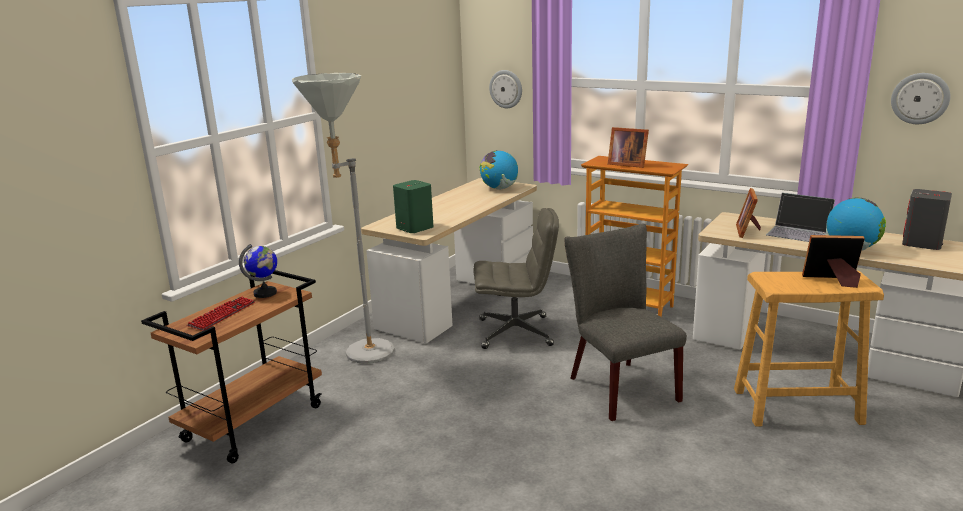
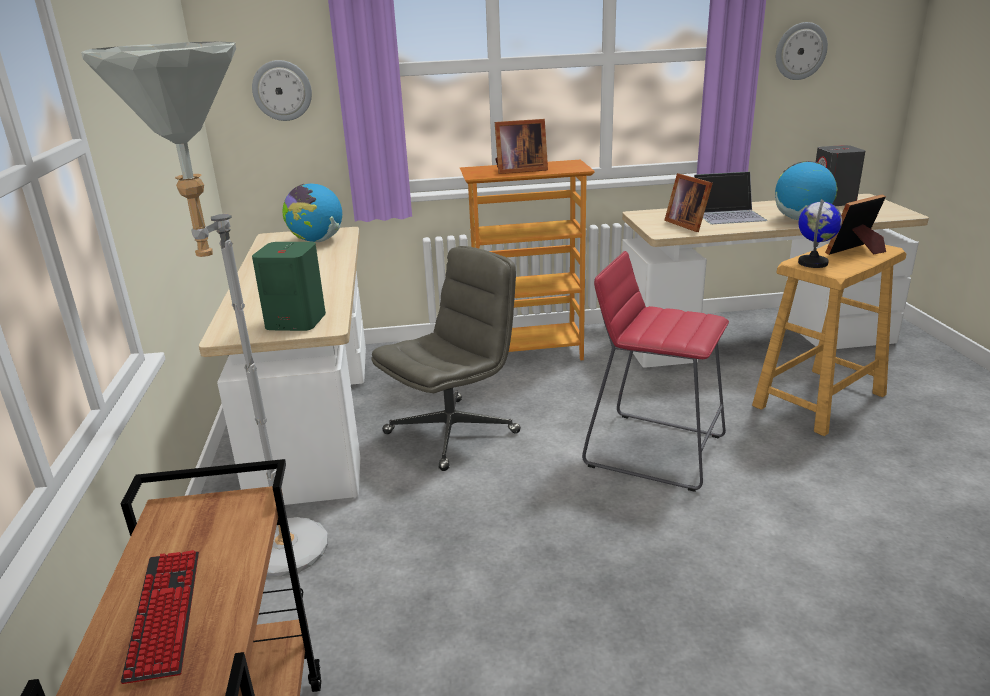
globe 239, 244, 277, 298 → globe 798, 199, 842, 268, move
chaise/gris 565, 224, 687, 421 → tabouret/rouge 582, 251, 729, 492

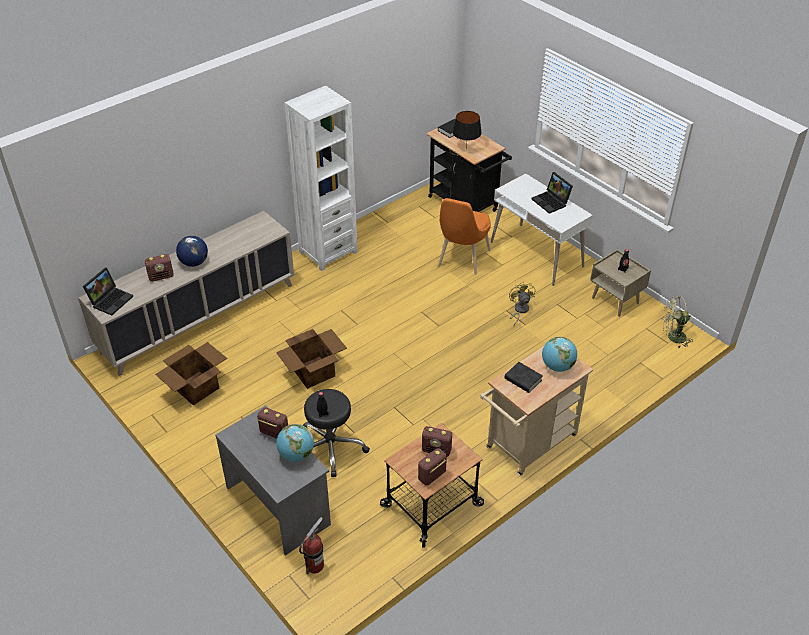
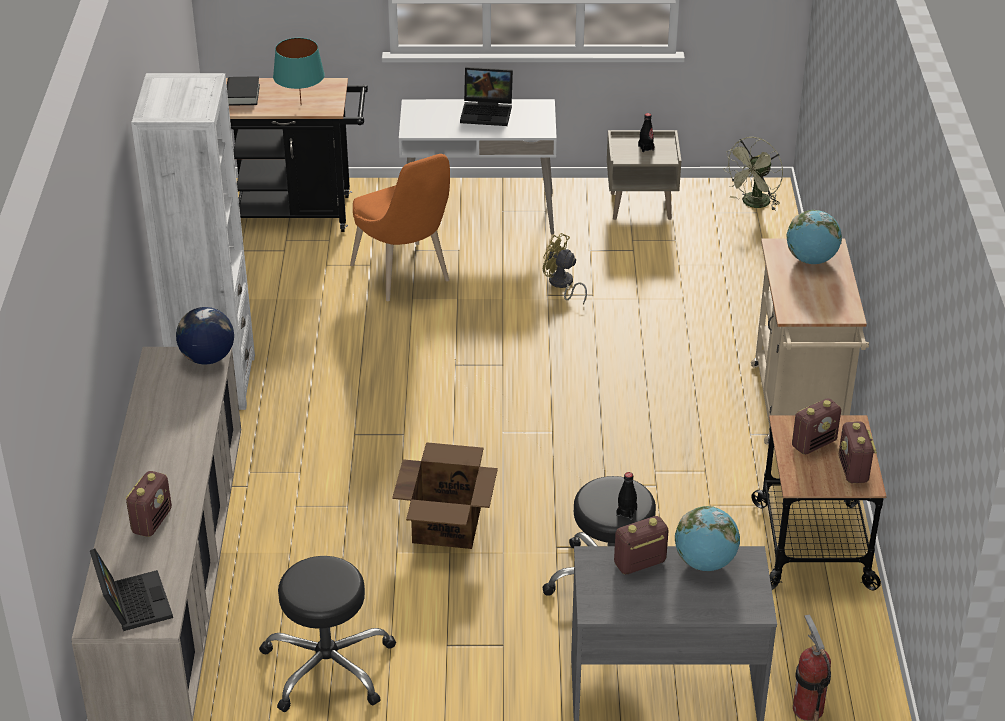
carton 155, 342, 227, 405 → tabouret/noir 259, 556, 396, 712
globe 176, 236, 208, 267 → globe 176, 307, 234, 364, move
lampe de table/noir 453, 111, 482, 149 → lampe de table/turquoise 273, 38, 325, 105
livre/noir 505, 362, 543, 393 → -

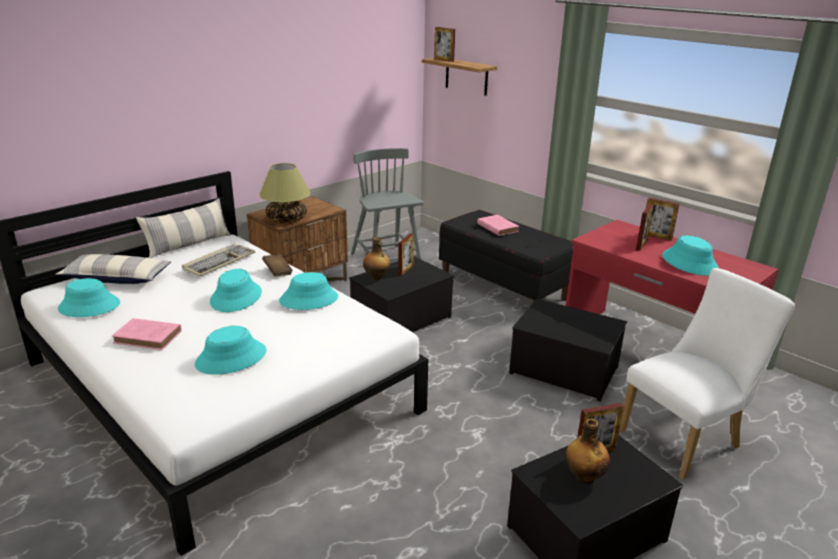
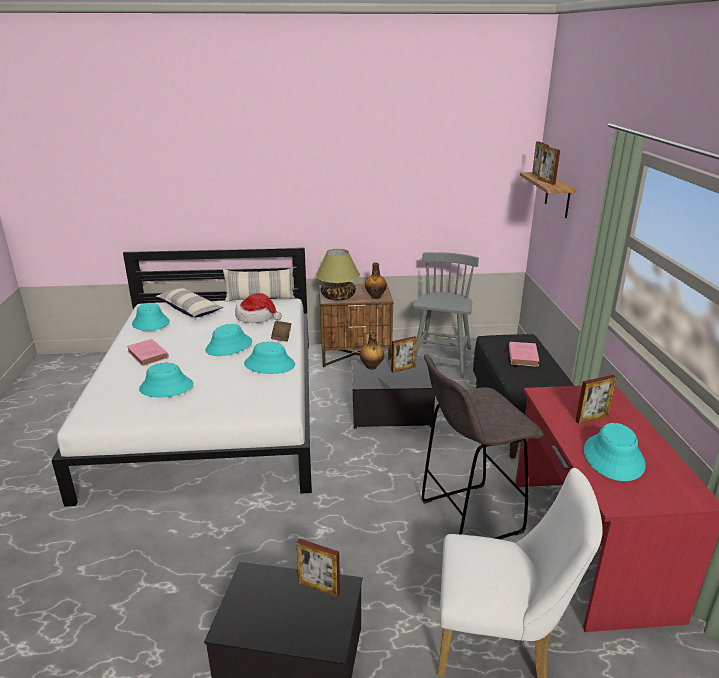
clavier 182, 243, 256, 277 → chapeau 235, 293, 282, 323
boîte de rangement 509, 299, 627, 402 → tabouret/gris 421, 354, 544, 539
bouteille 565, 418, 610, 484 → bouteille 365, 262, 387, 299, move
cadre photo 646, 198, 679, 241 → cadre photo 538, 146, 560, 185, move

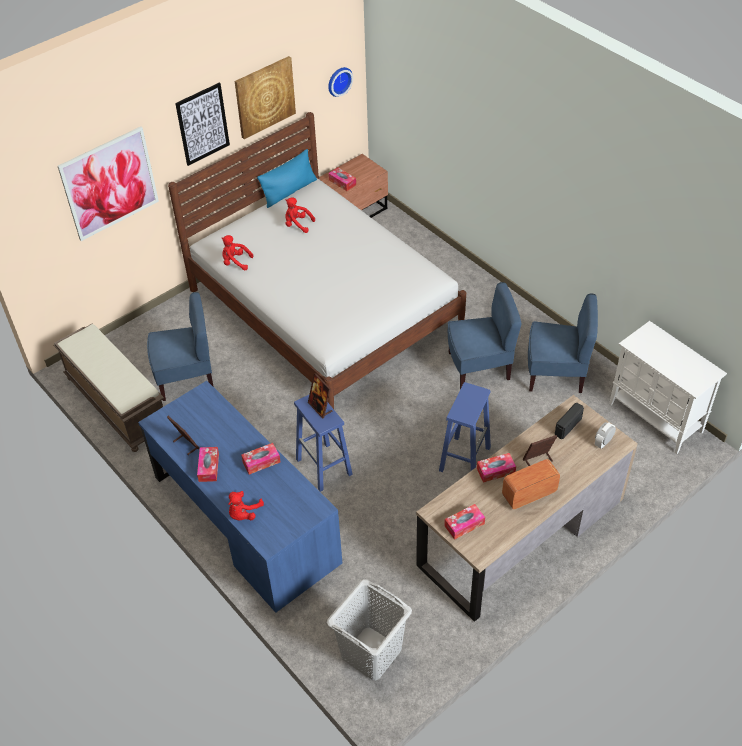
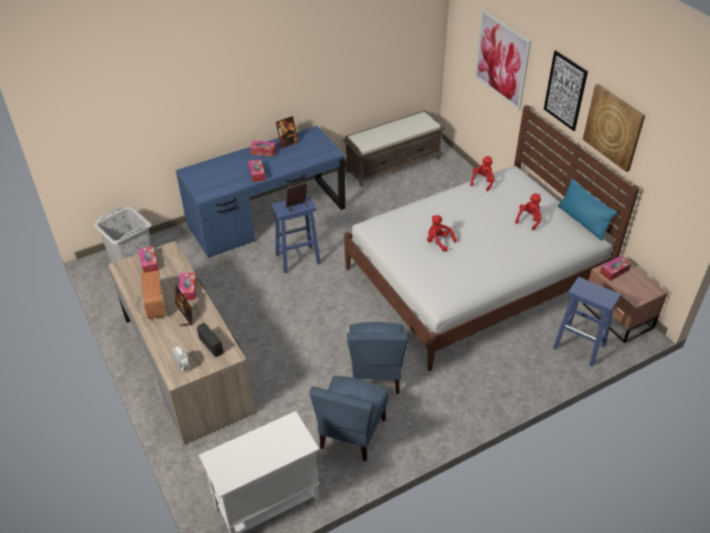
chaise/bleu 147, 292, 214, 401 → -
peluche/rouge 228, 491, 264, 520 → peluche/rouge 427, 215, 457, 252, move
horloge murale 328, 67, 353, 97 → -
tabouret/bleu 439, 382, 491, 472 → tabouret/bleu 553, 277, 621, 367, move

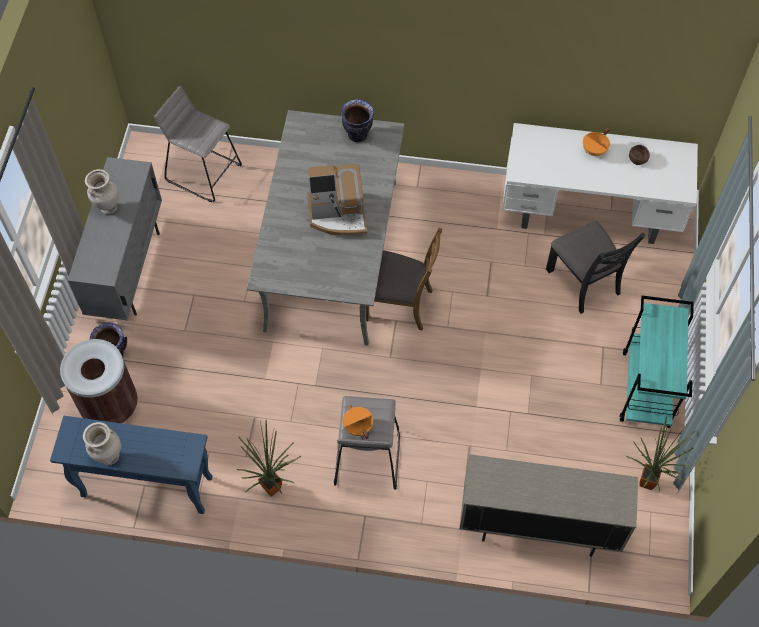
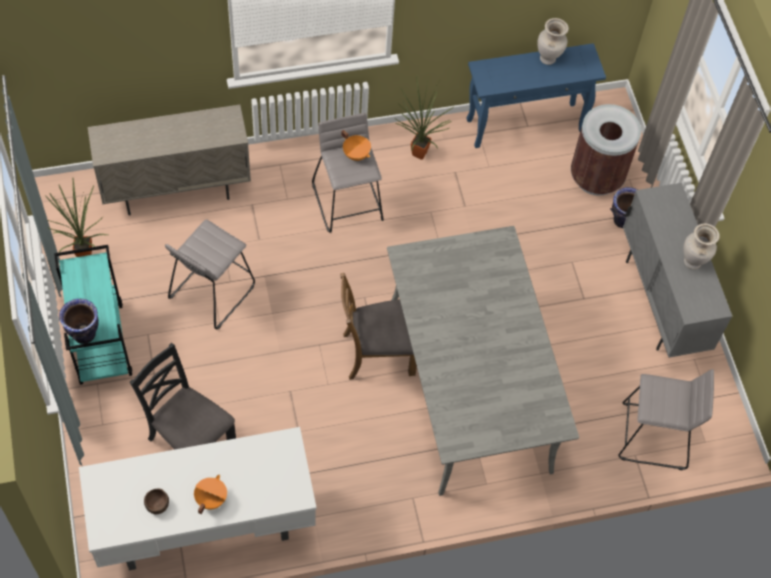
machine à café 307, 164, 367, 235 → -
vase 341, 99, 374, 142 → vase 59, 299, 99, 344, move
- → tabouret/gris 165, 219, 255, 329

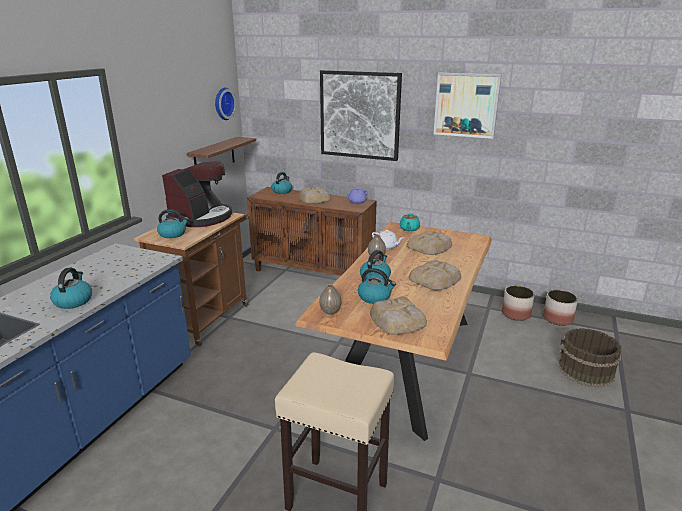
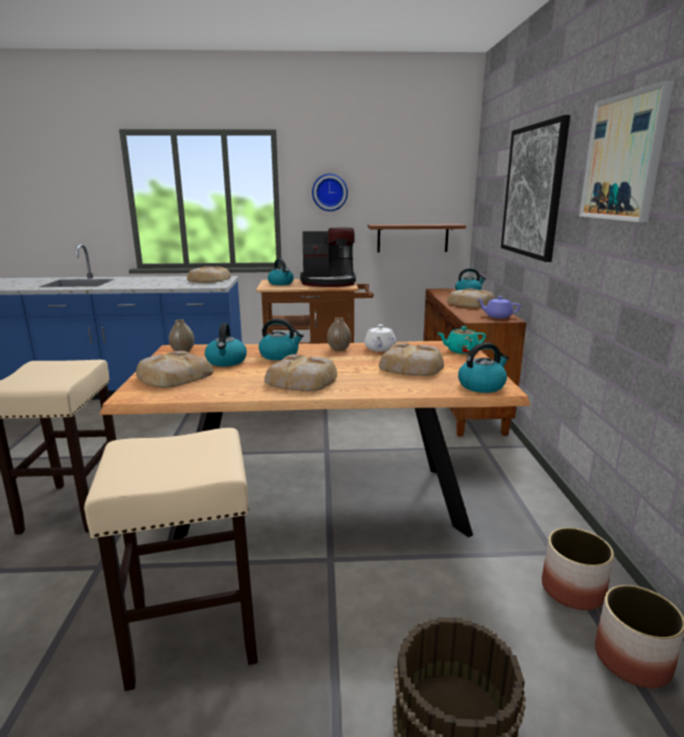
bouilloire 50, 268, 92, 309 → bouilloire 458, 342, 509, 393, move
horloge murale 215, 87, 236, 120 → horloge murale 312, 174, 348, 211, move
- → tabouret/beige 84, 428, 258, 691
- → pain 187, 266, 231, 283

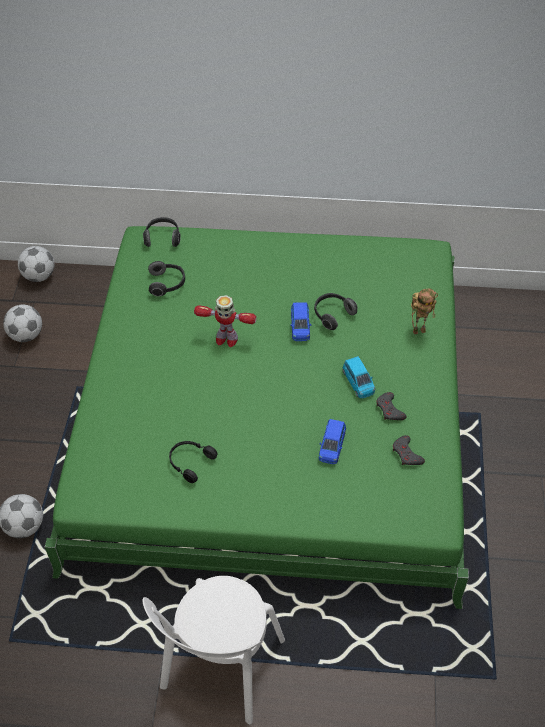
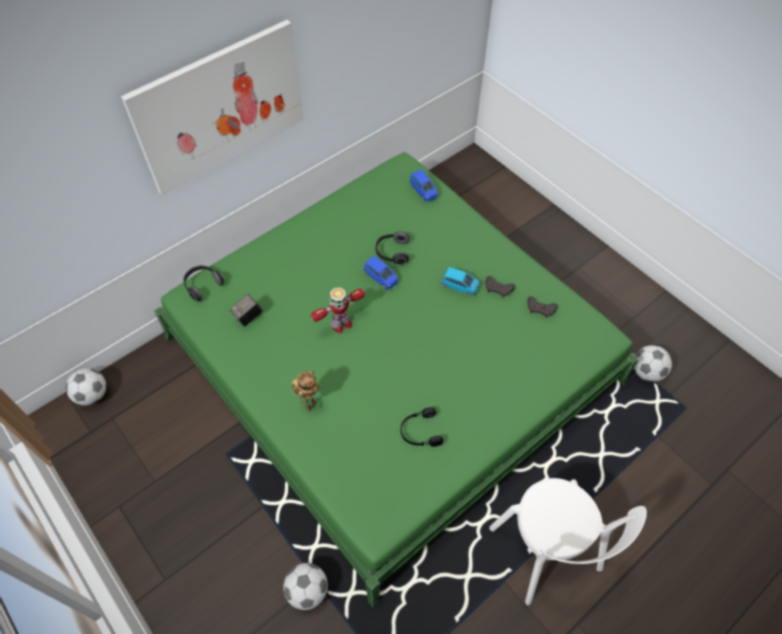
ballon de foot 3, 305, 42, 342 → ballon de foot 634, 345, 672, 382, move
casque audio 148, 261, 185, 296 → appareil photo 230, 294, 263, 327
petite voiture/bleu 319, 419, 346, 464 → petite voiture/bleu 410, 169, 438, 202, move
robot jouet 411, 288, 438, 334 → robot jouet 292, 371, 320, 412, move
- → tableau 121, 20, 304, 195

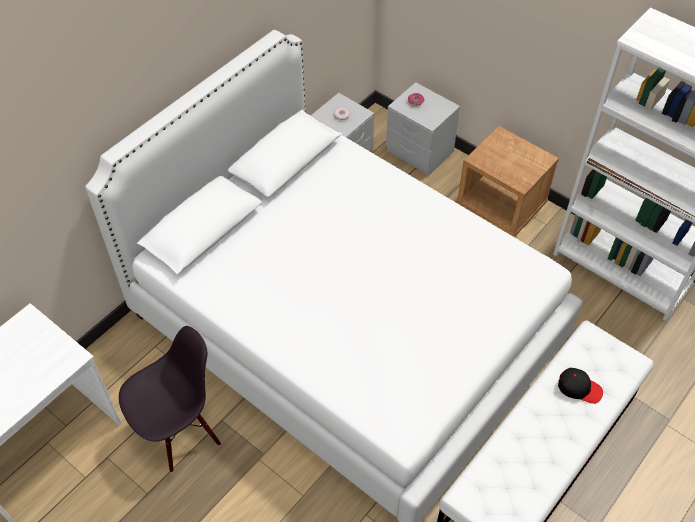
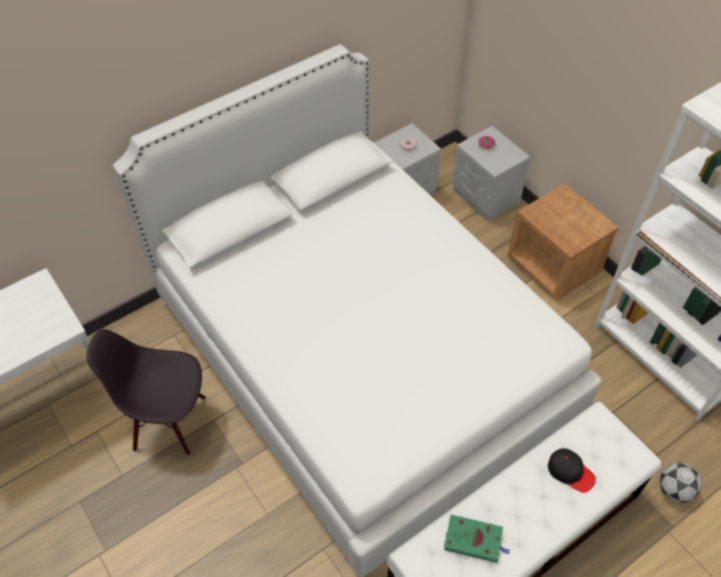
chaise/noir 119, 326, 221, 472 → chaise/noir 86, 329, 206, 456, 150 degrees counterclockwise
- → livre/vert 444, 515, 510, 563
- → ballon de foot 659, 463, 701, 503

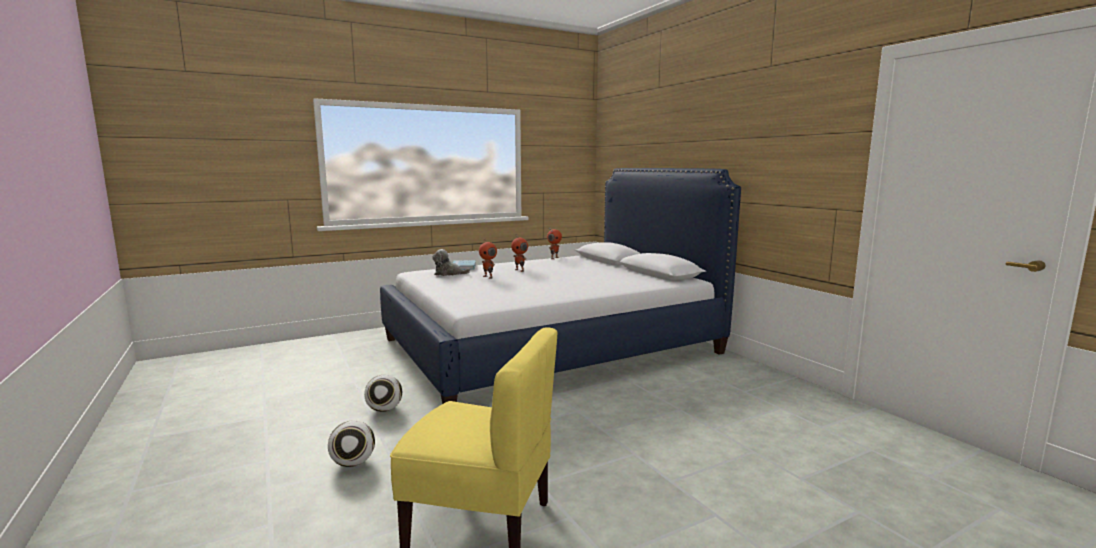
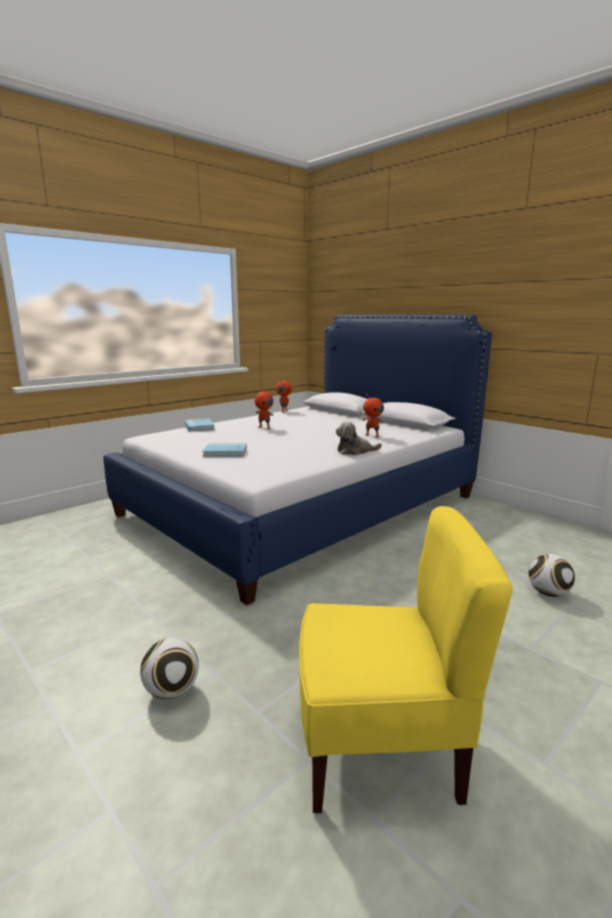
ballon de foot 364, 375, 402, 412 → ballon de foot 528, 554, 575, 597, move
peluche 432, 249, 470, 276 → peluche 335, 421, 382, 455, move
robot jouet 479, 239, 497, 279 → robot jouet 362, 394, 384, 437, move
- → livre/bleu 202, 443, 247, 457

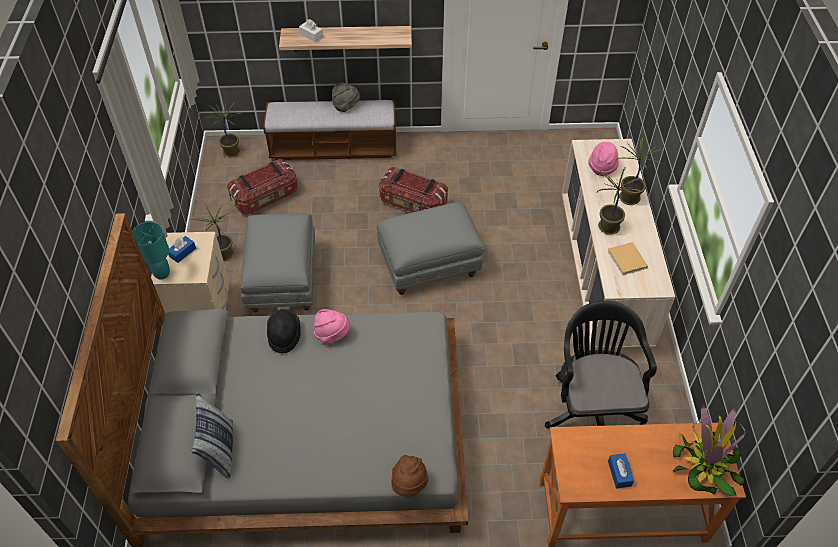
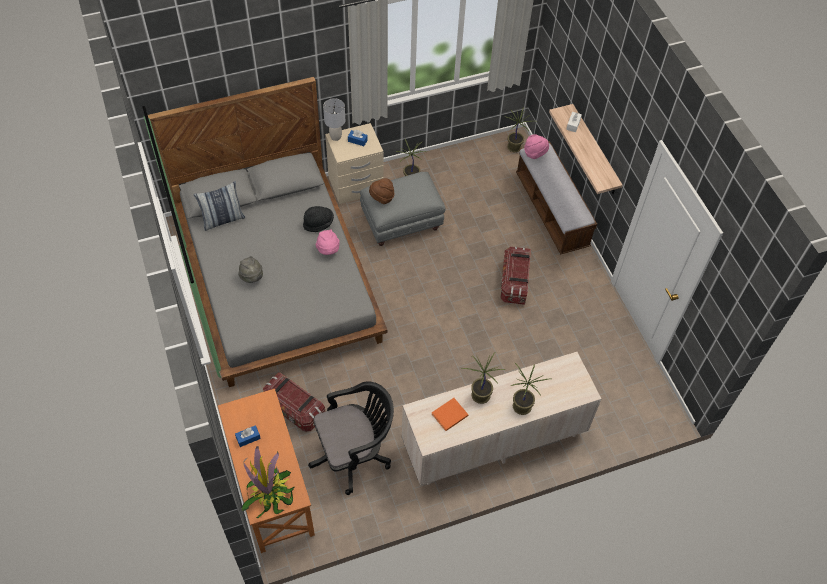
lampe de table/turquoise 132, 222, 170, 280 → lampe de table/gris 323, 98, 345, 141
boîte de rangement 227, 159, 298, 214 → boîte de rangement 263, 373, 325, 432, move
chapeau/gris 332, 82, 360, 112 → chapeau/gris 238, 256, 263, 283, move
pouf/gris 377, 202, 485, 295 → -
chapeau/marron 391, 455, 428, 497 → chapeau/marron 369, 178, 394, 204, move
chapeau/rose 588, 142, 619, 176 → chapeau/rose 524, 135, 549, 159, move
livre/beige 608, 242, 648, 275 → livre/orange 432, 398, 468, 431

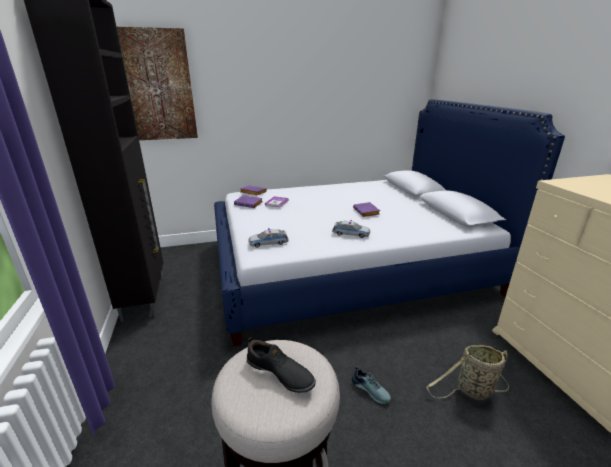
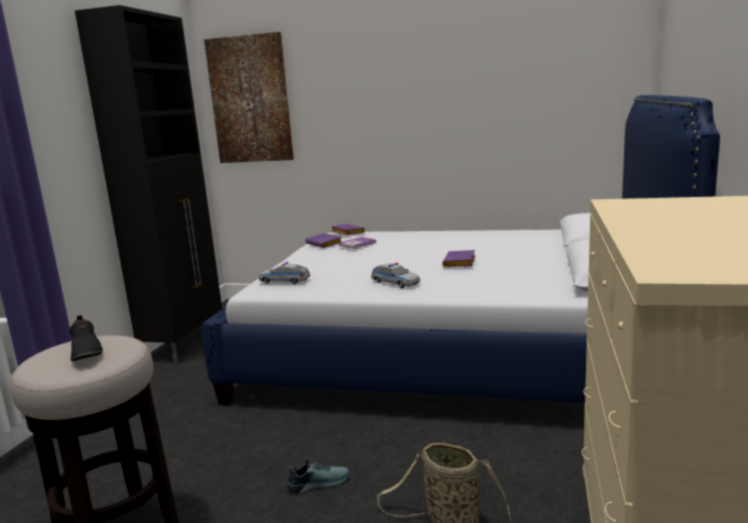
chaussure 352, 366, 391, 404 → chaussure 287, 459, 349, 493, 90 degrees counterclockwise

